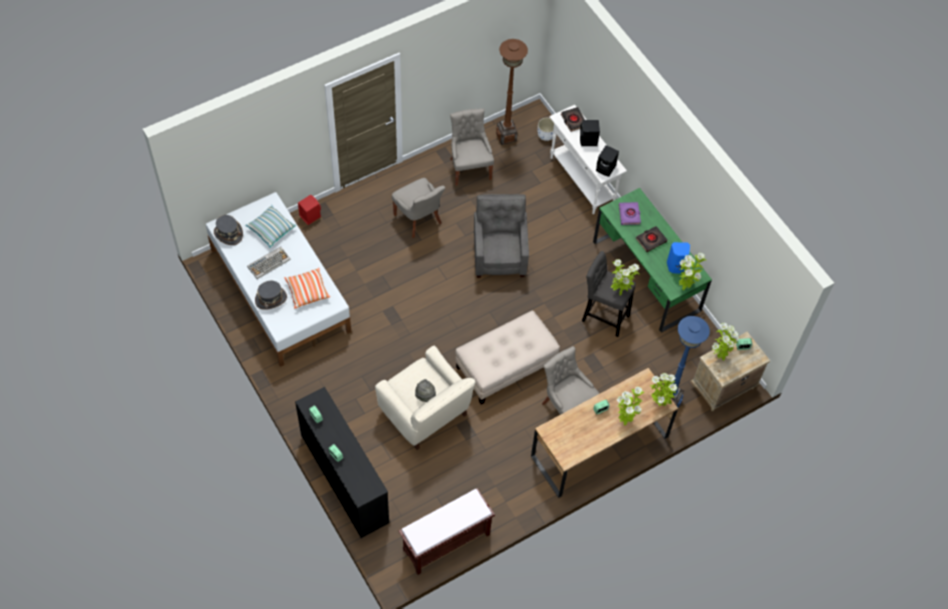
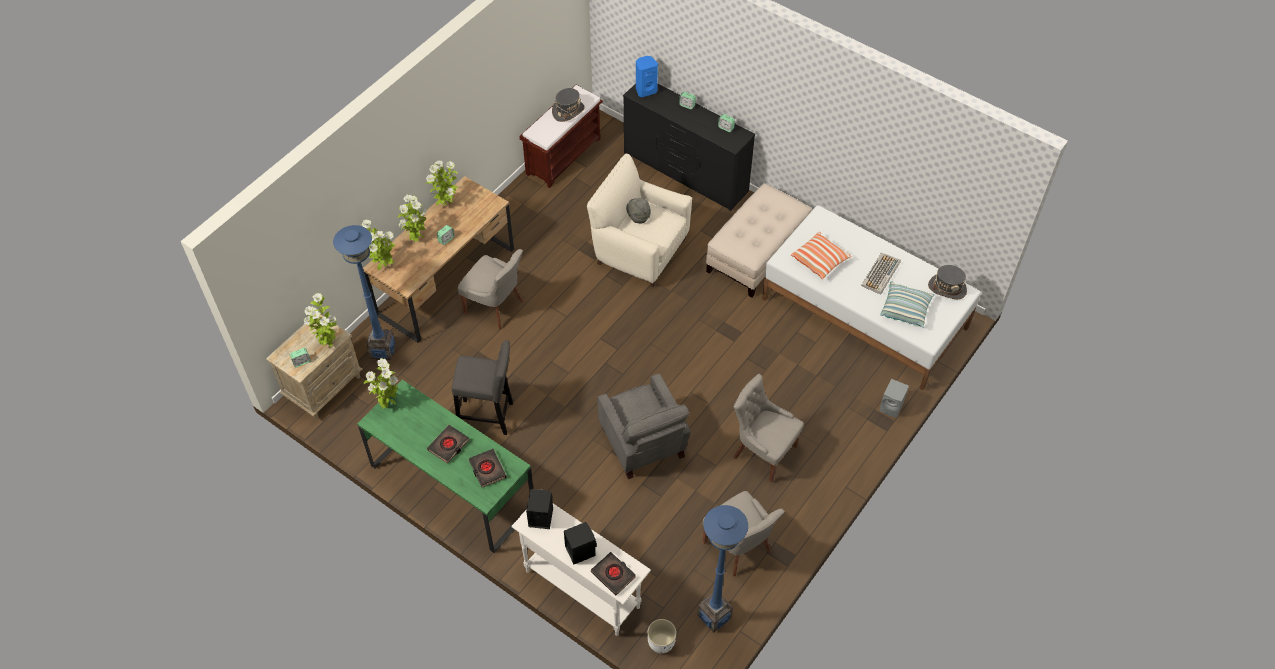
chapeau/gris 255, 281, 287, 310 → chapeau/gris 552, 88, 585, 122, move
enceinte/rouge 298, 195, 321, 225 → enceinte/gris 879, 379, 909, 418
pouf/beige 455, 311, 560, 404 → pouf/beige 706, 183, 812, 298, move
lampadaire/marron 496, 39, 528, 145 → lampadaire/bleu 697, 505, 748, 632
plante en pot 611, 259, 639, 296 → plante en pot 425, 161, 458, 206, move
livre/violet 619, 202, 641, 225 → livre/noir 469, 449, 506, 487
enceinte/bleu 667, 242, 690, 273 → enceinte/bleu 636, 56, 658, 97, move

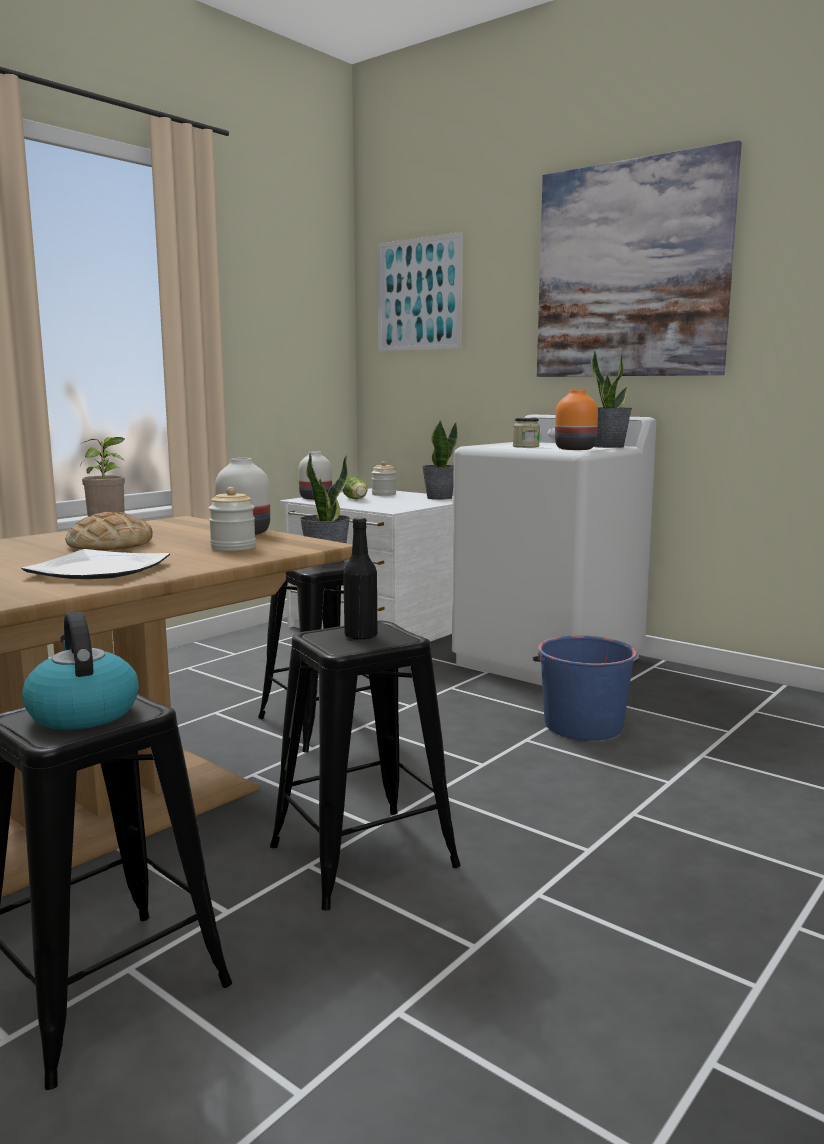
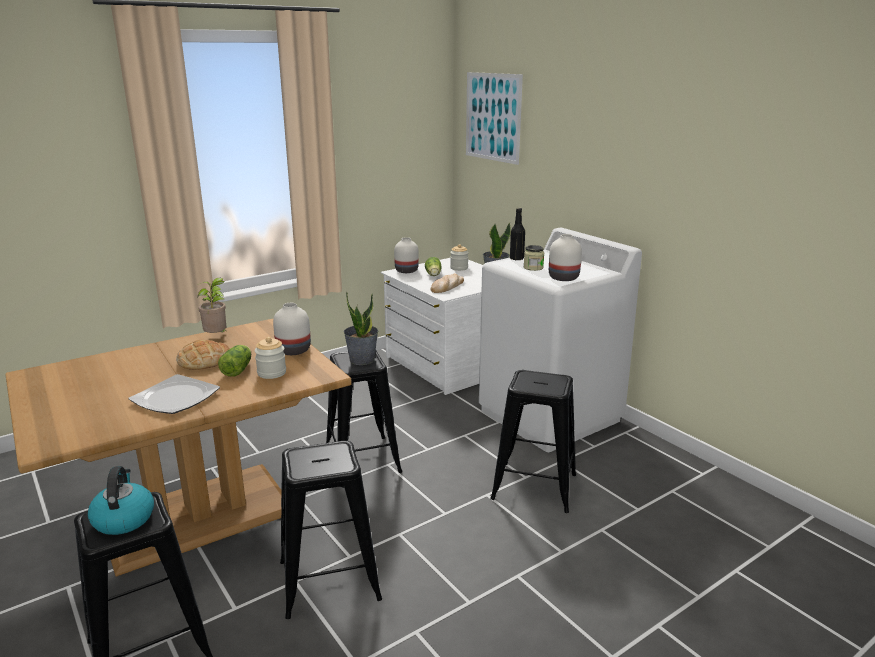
bouteille/noir 343, 517, 377, 640 → bouteille/noir 510, 208, 525, 261, move
seau/bleu 533, 636, 637, 741 → tabouret/noir 490, 370, 576, 513
tableau 537, 140, 742, 377 → -
vase/orange 555, 390, 598, 450 → vase/blanc 549, 234, 582, 281
plante en pot 591, 350, 632, 448 → -
- → laitue 218, 345, 251, 377
- → pain 430, 273, 464, 293

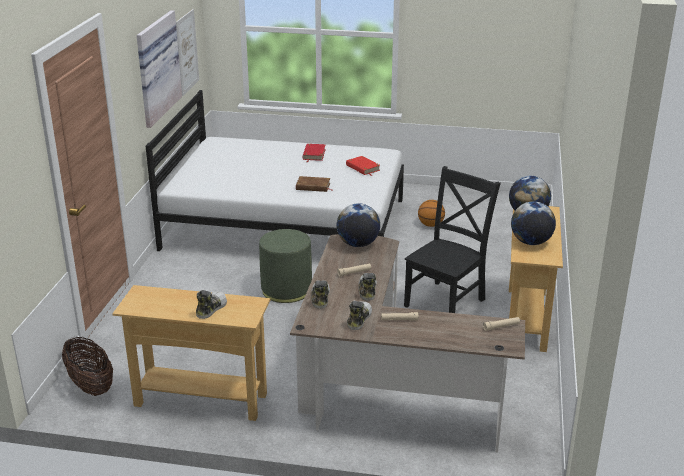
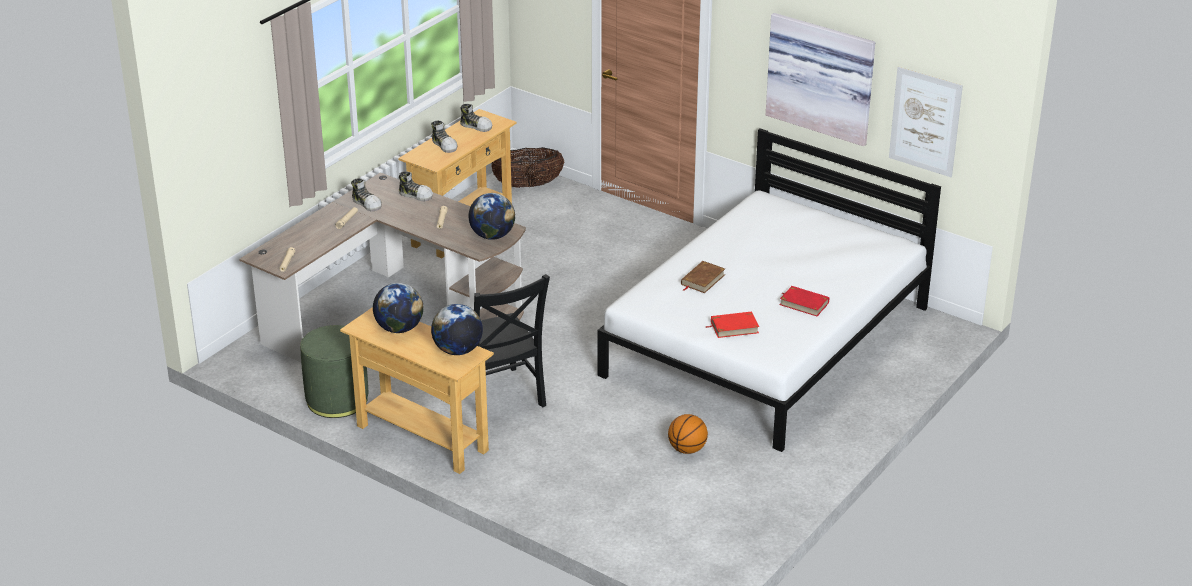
pouf/vert 259, 229, 312, 303 → pouf/vert 300, 325, 369, 418, move
chaussure 359, 273, 377, 301 → chaussure 460, 104, 492, 132, move

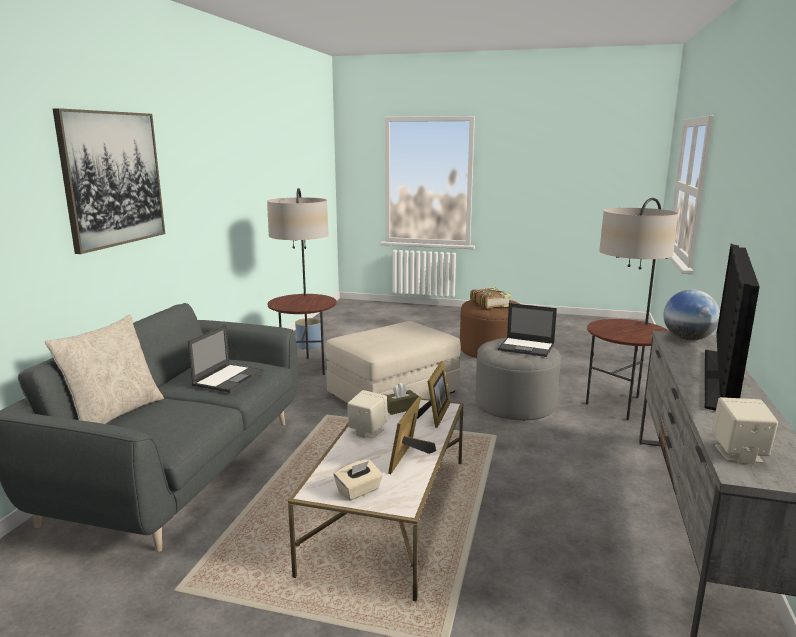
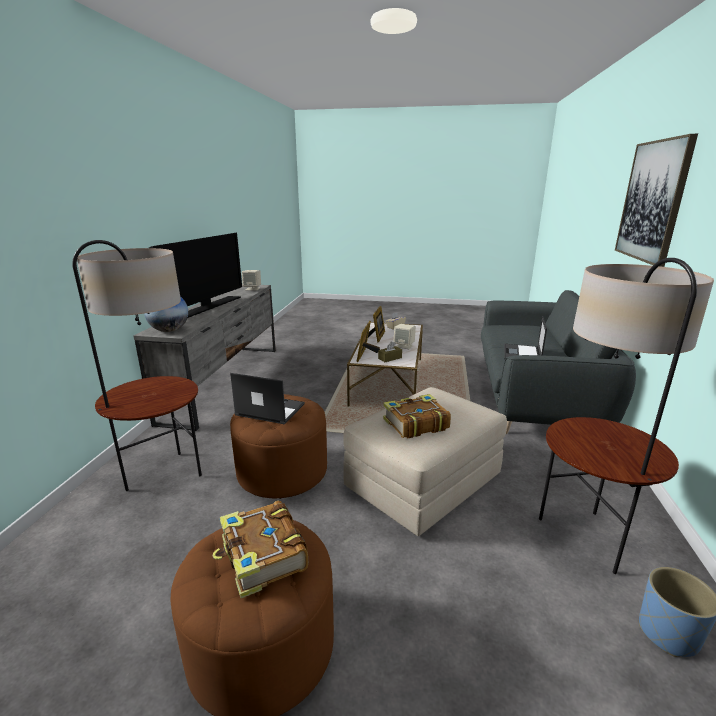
coussin/beige 45, 314, 164, 424 → -
pouf/gris 476, 338, 561, 421 → pouf/marron 230, 394, 327, 499
- → livre 383, 394, 451, 438

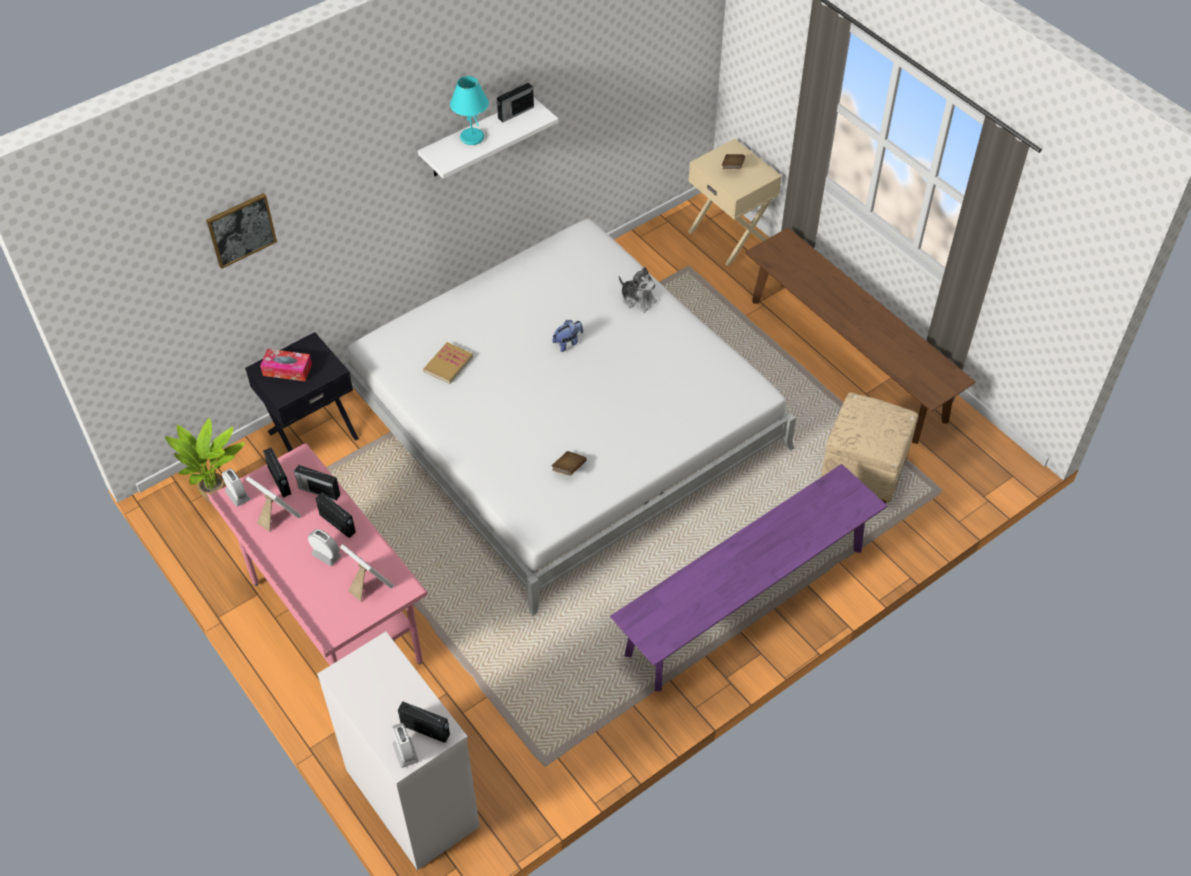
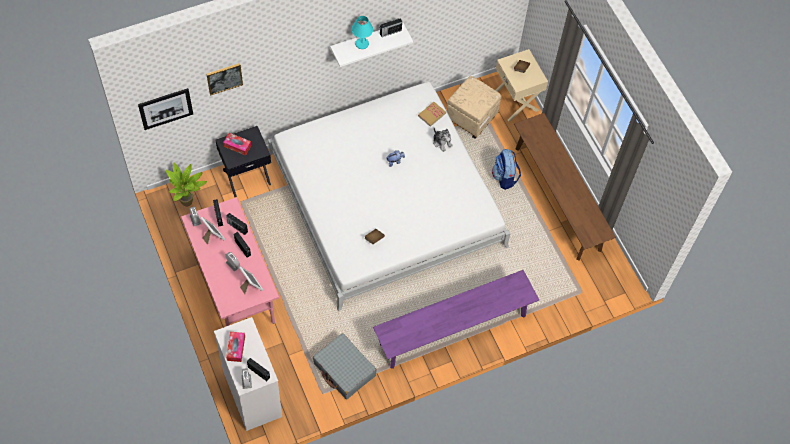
livre 423, 342, 473, 384 → livre 418, 102, 446, 127, move
pouf/beige 820, 392, 918, 504 → pouf/beige 447, 76, 501, 139, move
- → tableau 138, 88, 193, 130
- → boîte à mouchoirs 226, 332, 245, 362
- → valise/gris 313, 333, 377, 399
- → sac à dos 492, 149, 521, 190

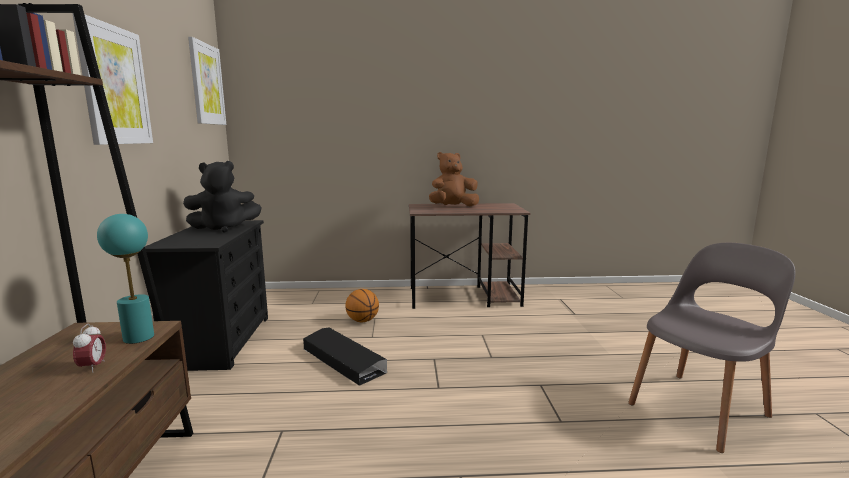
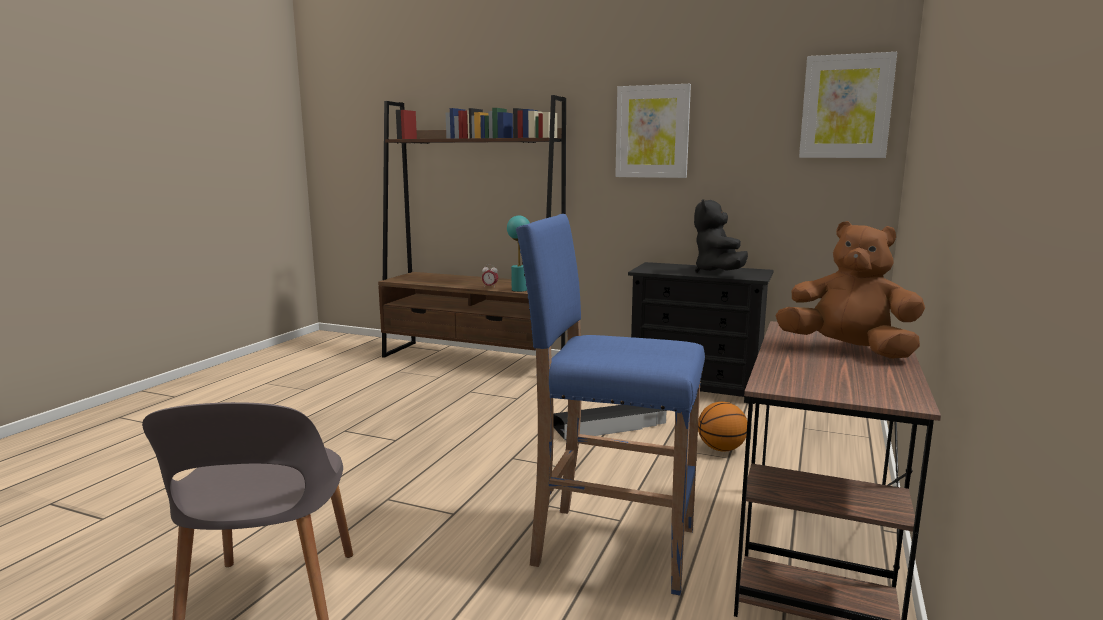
peluche/marron 429, 152, 479, 206 → peluche/marron 775, 221, 925, 359, 60 degrees counterclockwise
- → tabouret/bleu 516, 214, 705, 595

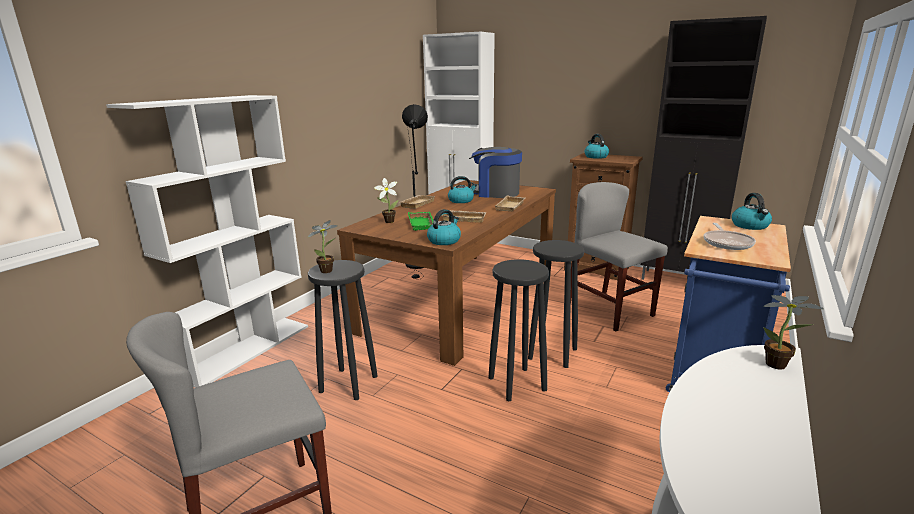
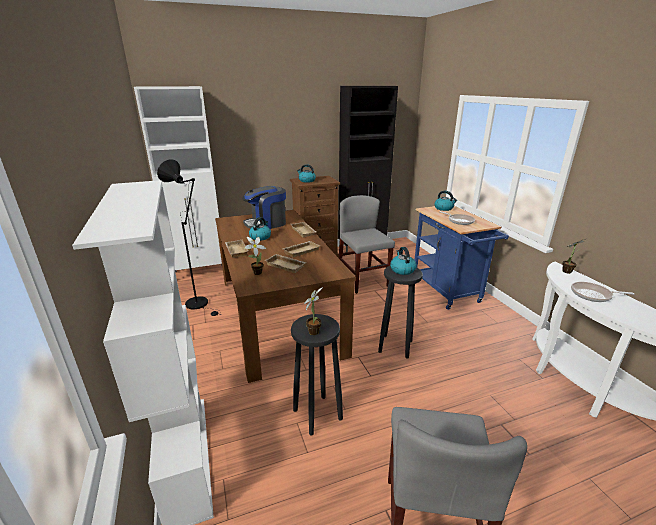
plateau/vert 408, 212, 433, 231 → plateau/beige 265, 254, 306, 273
bouilloire 427, 209, 461, 245 → bouilloire 390, 247, 417, 275, move
tabouret/noir 528, 240, 584, 368 → -
chaise/gris 570, 182, 668, 331 → chaise/gris 339, 195, 395, 294, 60 degrees clockwise
- → poêle 571, 282, 634, 302

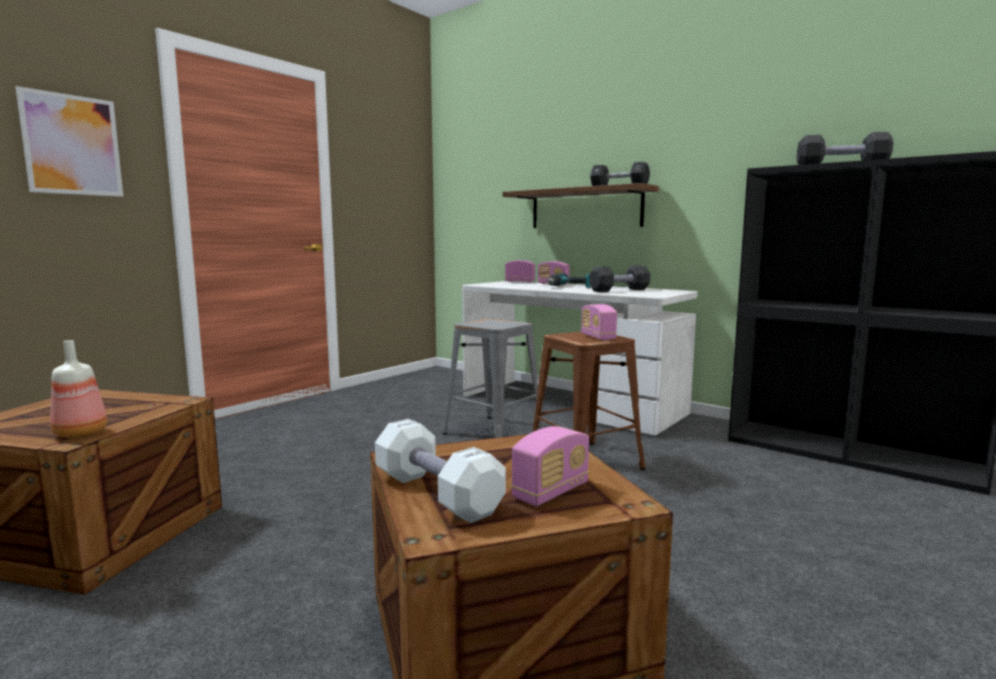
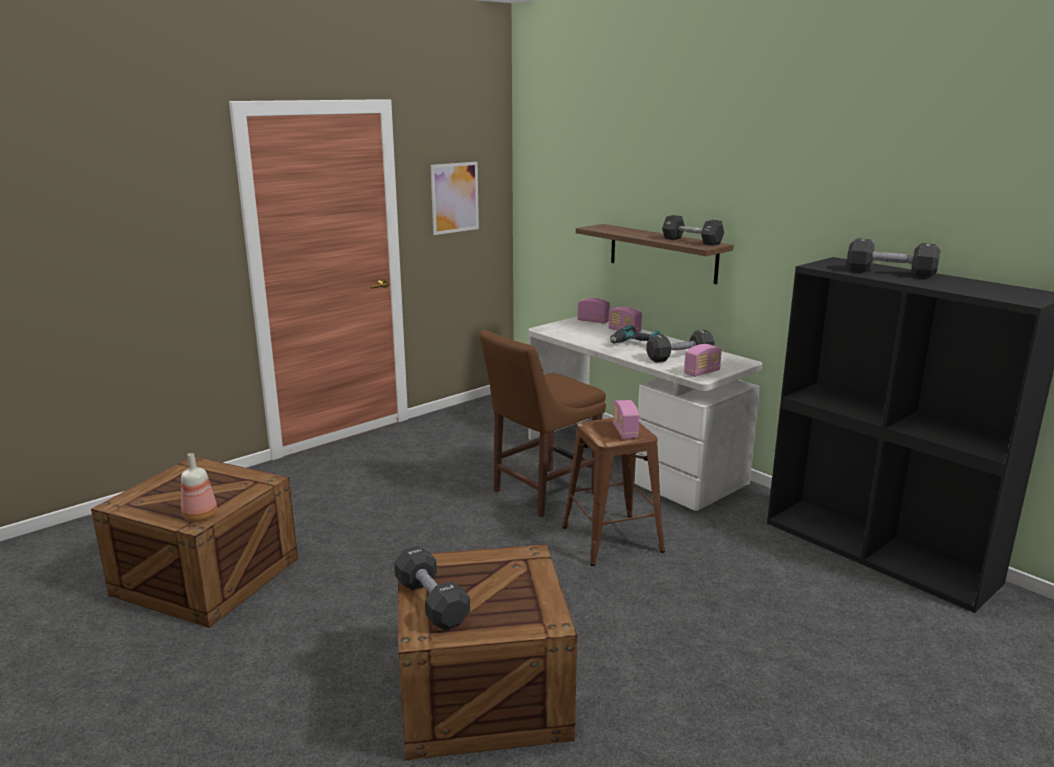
tableau 15, 86, 123, 197 → tableau 431, 162, 479, 235, move
haltère/blanc 375, 419, 506, 523 → haltère/noir 394, 545, 470, 630
tabouret/gris 443, 319, 544, 438 → chaise/marron 480, 330, 606, 517
radio 511, 426, 589, 506 → radio 684, 344, 722, 377, move

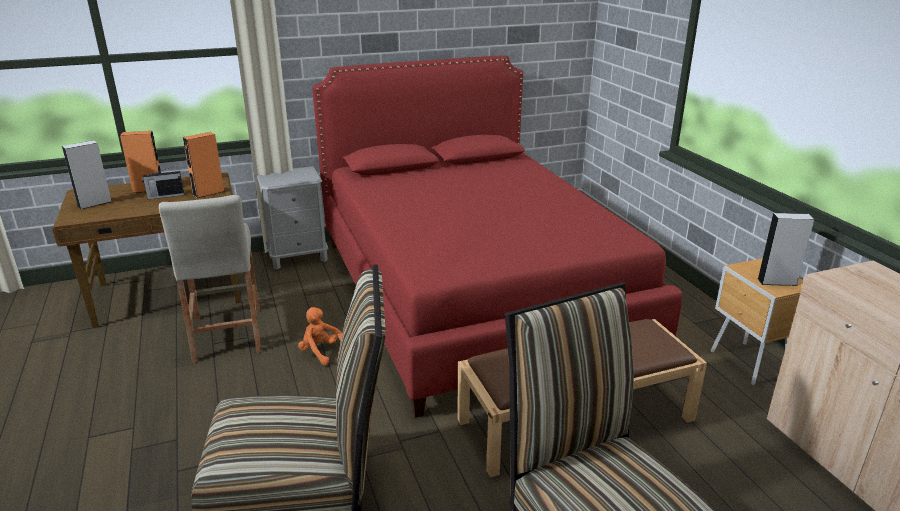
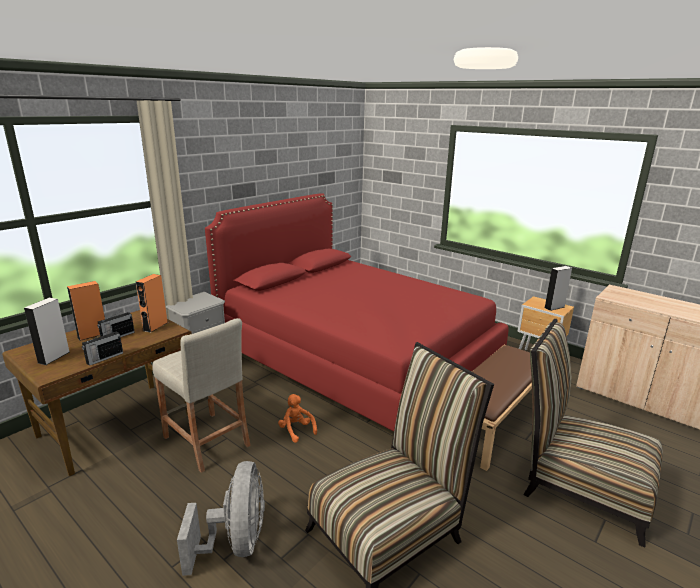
peluche/orange 298, 307, 342, 365 → peluche/orange 278, 394, 317, 443, 45 degrees clockwise
- → radio 82, 330, 123, 366
- → ventilateur/gris 177, 461, 265, 576

